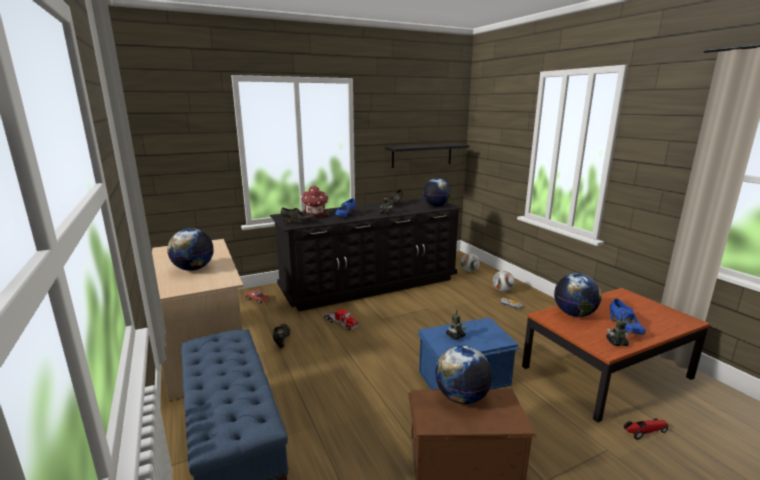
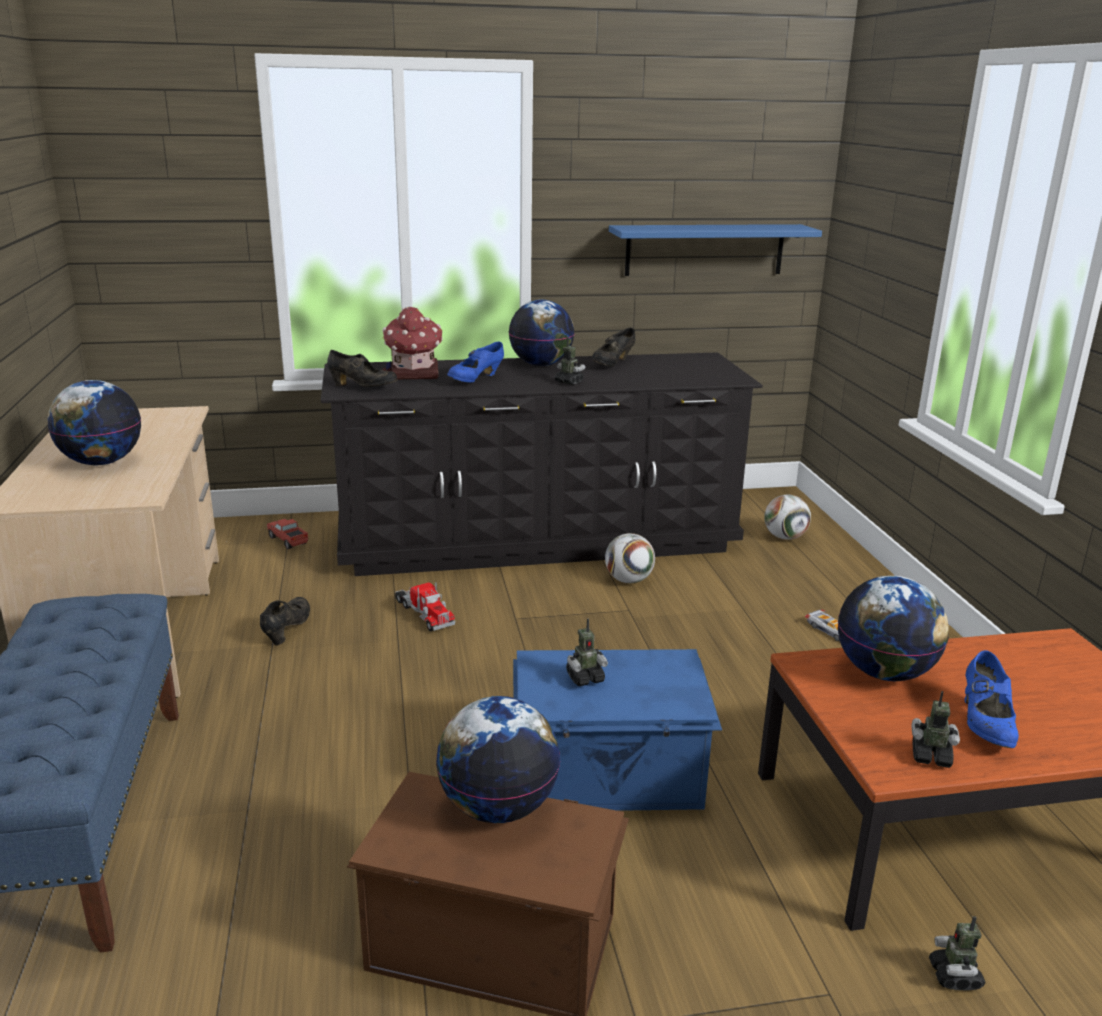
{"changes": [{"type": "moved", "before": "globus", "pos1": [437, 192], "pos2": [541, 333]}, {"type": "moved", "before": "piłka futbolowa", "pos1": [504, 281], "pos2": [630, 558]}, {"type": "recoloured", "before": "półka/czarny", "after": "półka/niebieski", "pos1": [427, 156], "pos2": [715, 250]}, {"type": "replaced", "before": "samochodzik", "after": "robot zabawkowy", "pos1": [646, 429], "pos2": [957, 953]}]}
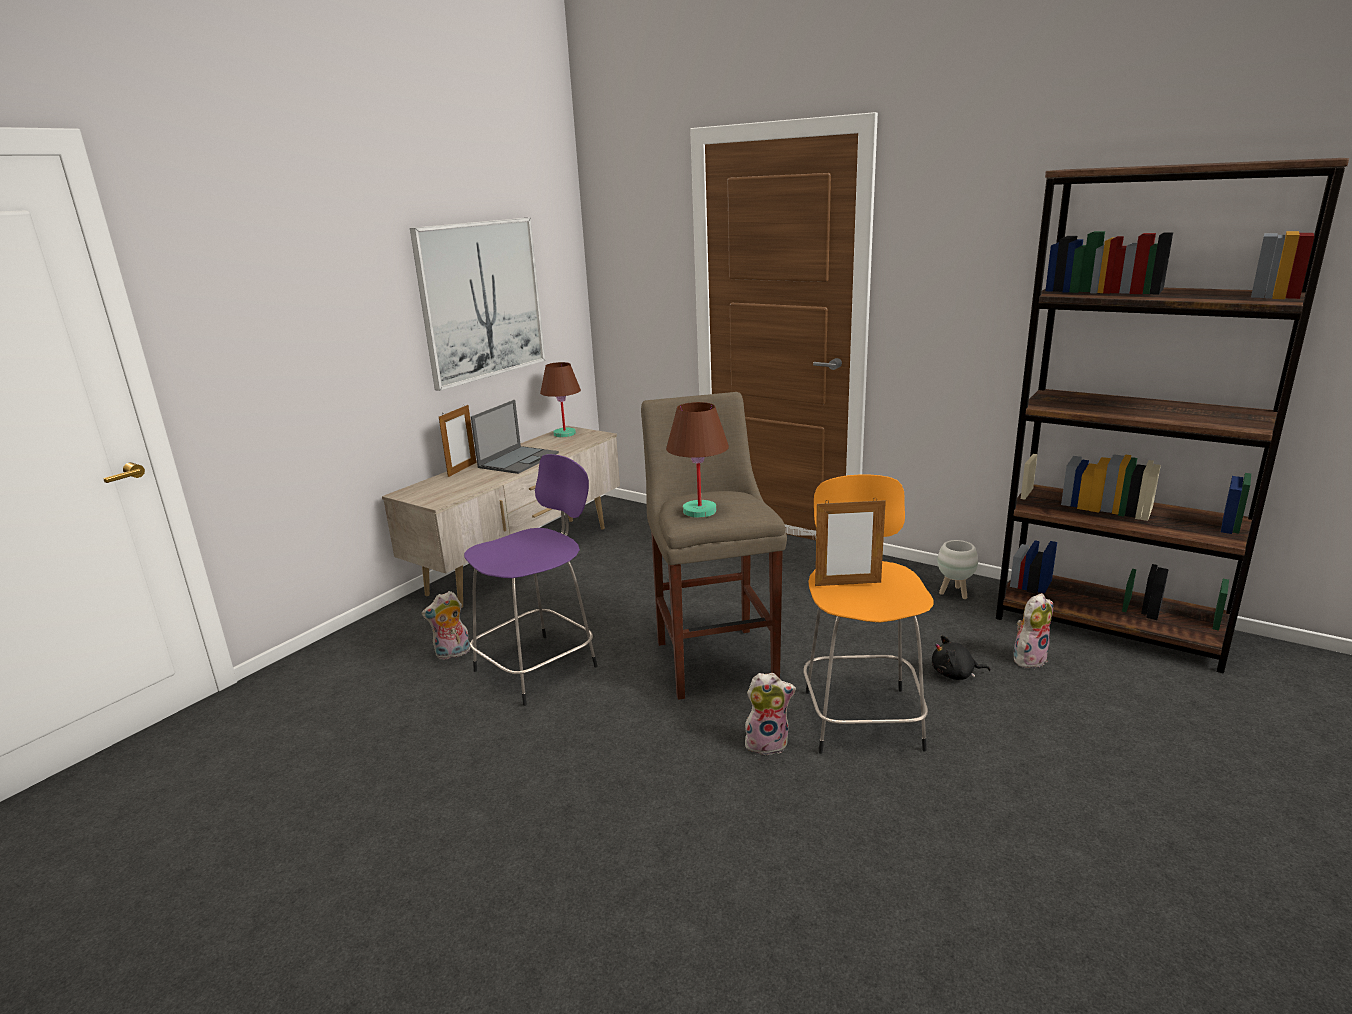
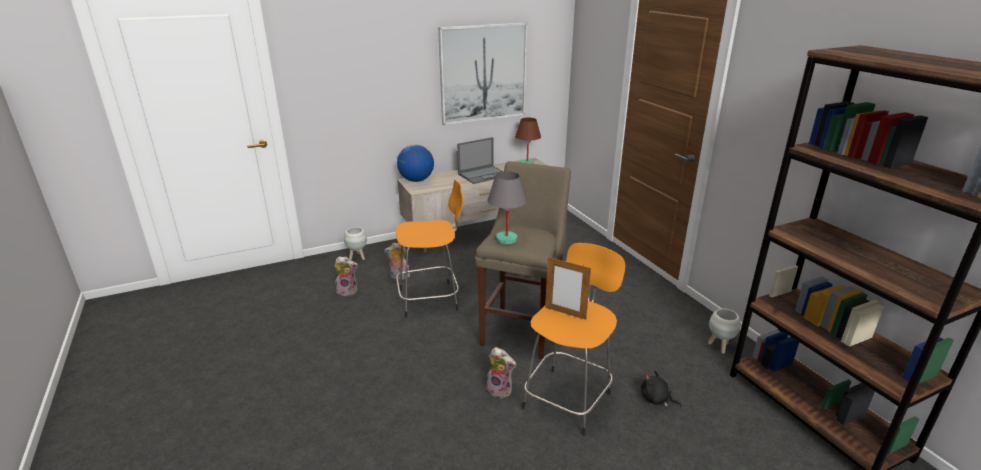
{"changes": [{"type": "moved", "before": "pluszak", "pos1": [1033, 630], "pos2": [346, 276]}, {"type": "added", "after": "donica/biały", "pos2": [355, 243]}, {"type": "recoloured", "before": "stołek/fioletowy", "after": "stołek/pomarańczowy", "pos1": [531, 580], "pos2": [429, 249]}, {"type": "added", "after": "globus", "pos2": [415, 163]}, {"type": "recoloured", "before": "lampa stołowa/brązowy", "after": "lampa stołowa/szary", "pos1": [697, 460], "pos2": [507, 207]}, {"type": "removed", "before": "ramka na zdjęcie", "pos1": [457, 440]}]}
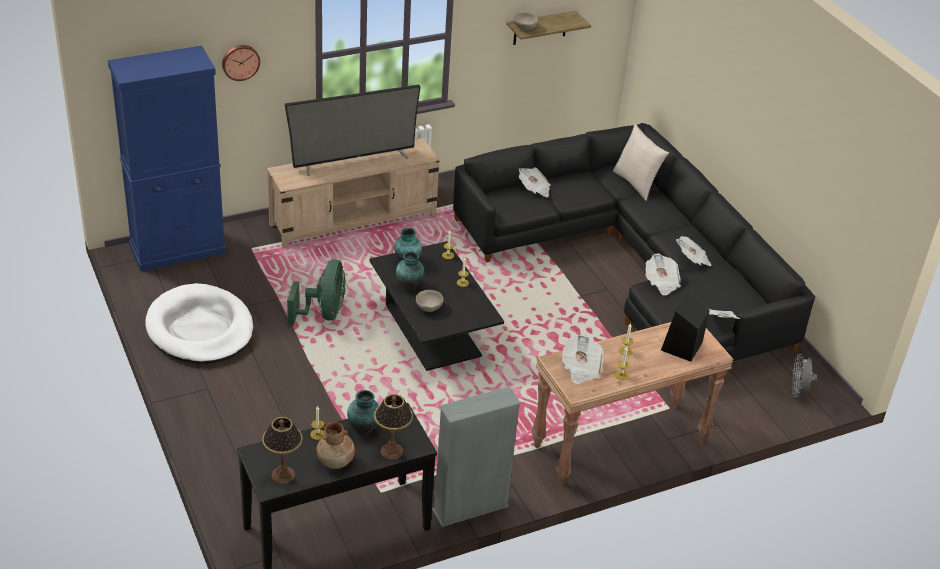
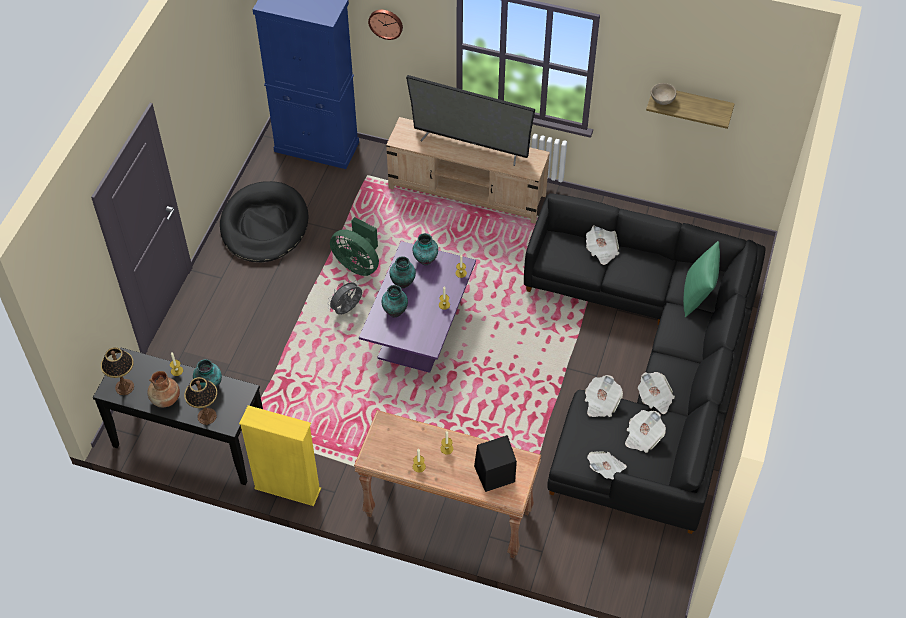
{"changes": [{"type": "recoloured", "before": "legowisko/biały", "after": "legowisko/czarny", "pos1": [199, 323], "pos2": [264, 221]}, {"type": "recoloured", "before": "regał/szary", "after": "regał/żółty", "pos1": [476, 457], "pos2": [280, 455]}, {"type": "moved", "before": "wentylator/szary", "pos1": [804, 375], "pos2": [344, 297]}, {"type": "turned", "before": "wentylator/zielony", "pos1": [316, 293], "pos2": [354, 246], "turn": 75}, {"type": "recoloured", "before": "ława/czarny", "after": "ława/fioletowy", "pos1": [437, 306], "pos2": [417, 307]}, {"type": "replaced", "before": "miska/beżowy", "after": "wazon", "pos1": [430, 301], "pos2": [395, 301]}, {"type": "moved", "before": "gazeta", "pos1": [582, 359], "pos2": [645, 431]}, {"type": "recoloured", "before": "poduszka/beżowy", "after": "poduszka/zielony", "pos1": [641, 162], "pos2": [701, 279]}]}
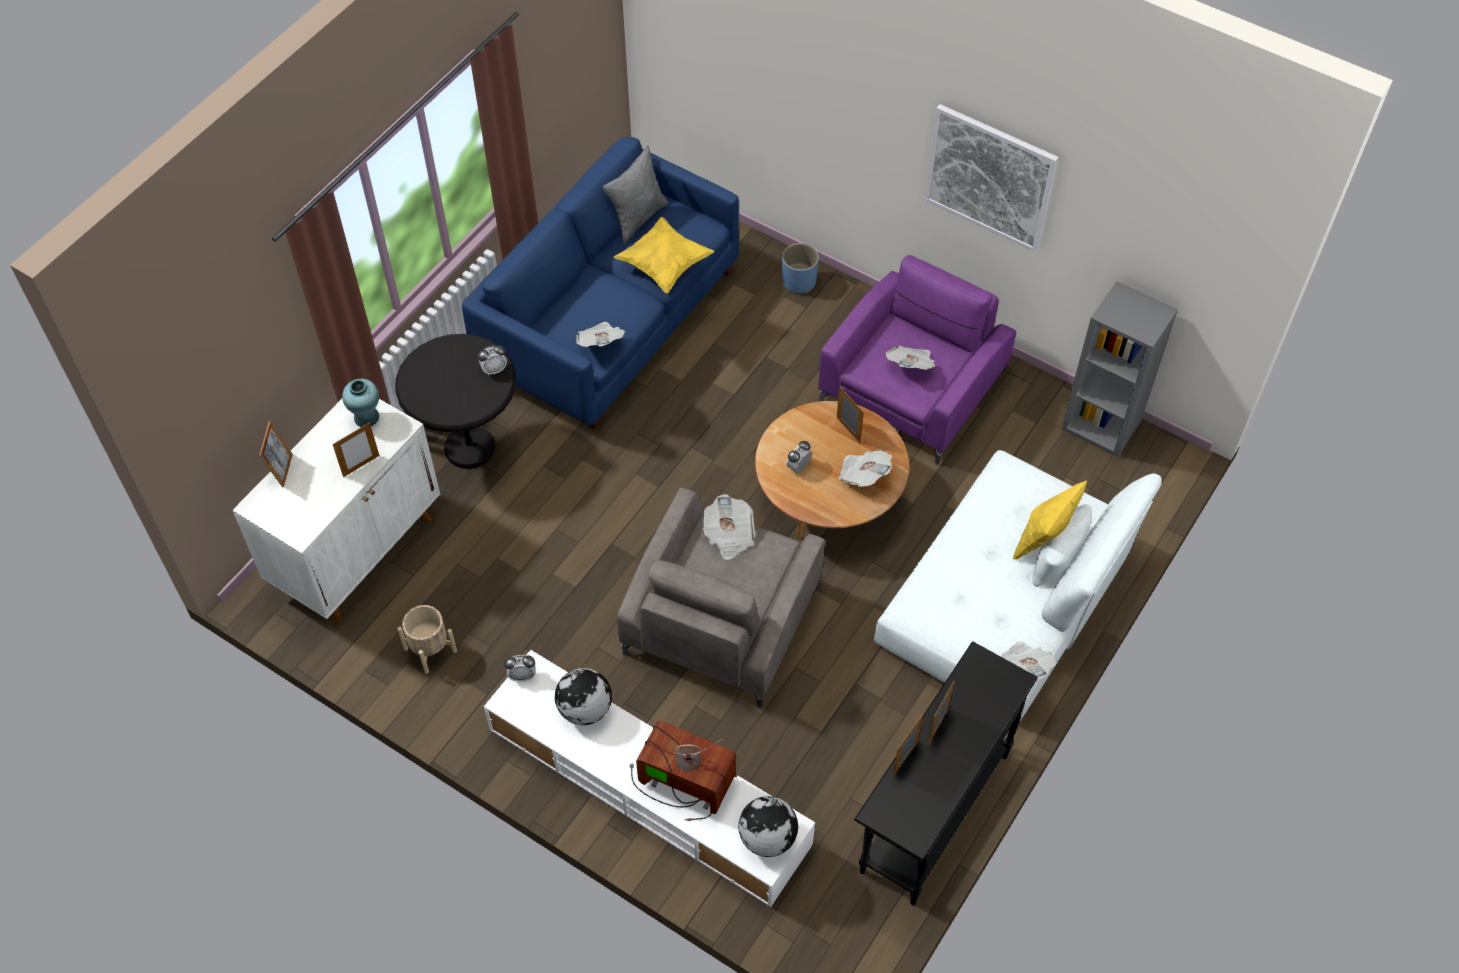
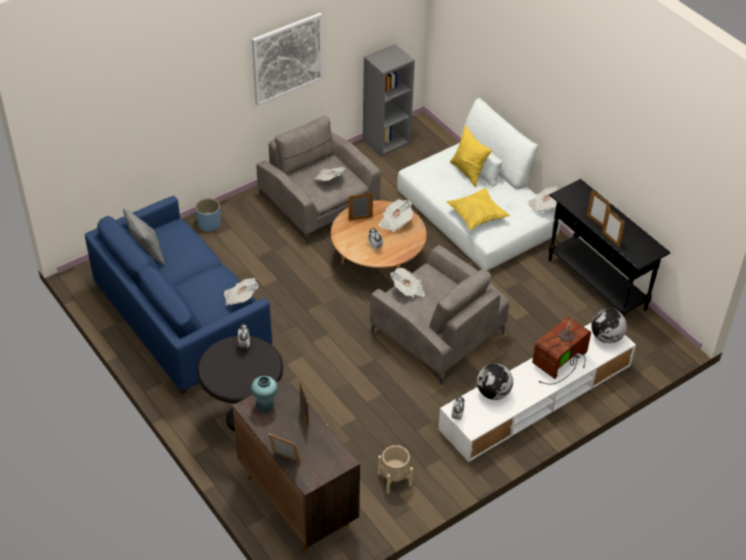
{"changes": [{"type": "recoloured", "before": "szafka/biały", "after": "szafka/brązowy", "pos1": [336, 510], "pos2": [296, 465]}, {"type": "recoloured", "before": "fotel/fioletowy", "after": "fotel/szary", "pos1": [917, 360], "pos2": [318, 180]}, {"type": "moved", "before": "poduszka/żółty", "pos1": [664, 255], "pos2": [478, 209]}]}
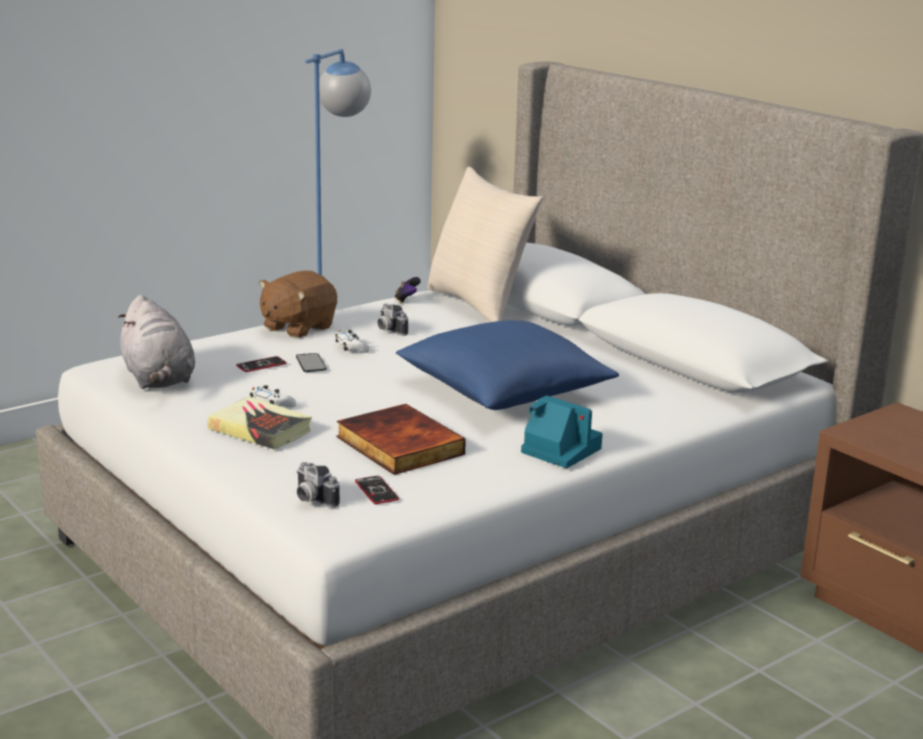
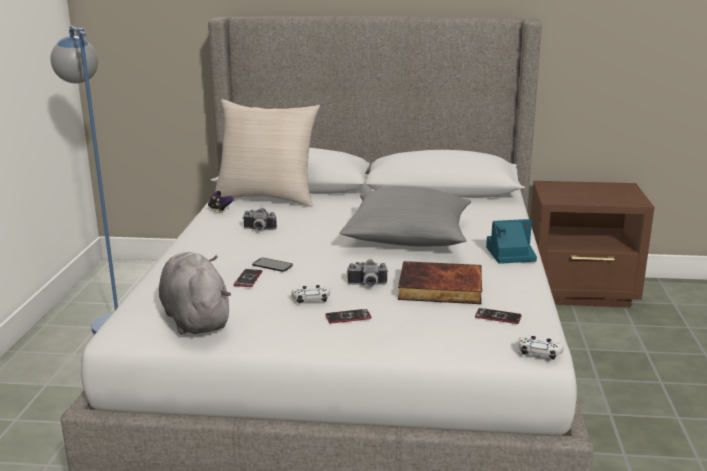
{"changes": [{"type": "turned", "before": "pluszak/szary", "pos1": [156, 342], "pos2": [195, 293], "turn": -135}, {"type": "replaced", "before": "książka", "after": "telefon", "pos1": [260, 423], "pos2": [348, 316]}, {"type": "recoloured", "before": "poduszka/niebieski", "after": "poduszka/szary", "pos1": [507, 365], "pos2": [405, 216]}, {"type": "moved", "before": "aparat fotograficzny", "pos1": [318, 485], "pos2": [367, 272]}, {"type": "moved", "before": "pad do gier/biały", "pos1": [352, 341], "pos2": [541, 348]}, {"type": "removed", "before": "pluszak/brązowy", "pos1": [298, 304]}]}
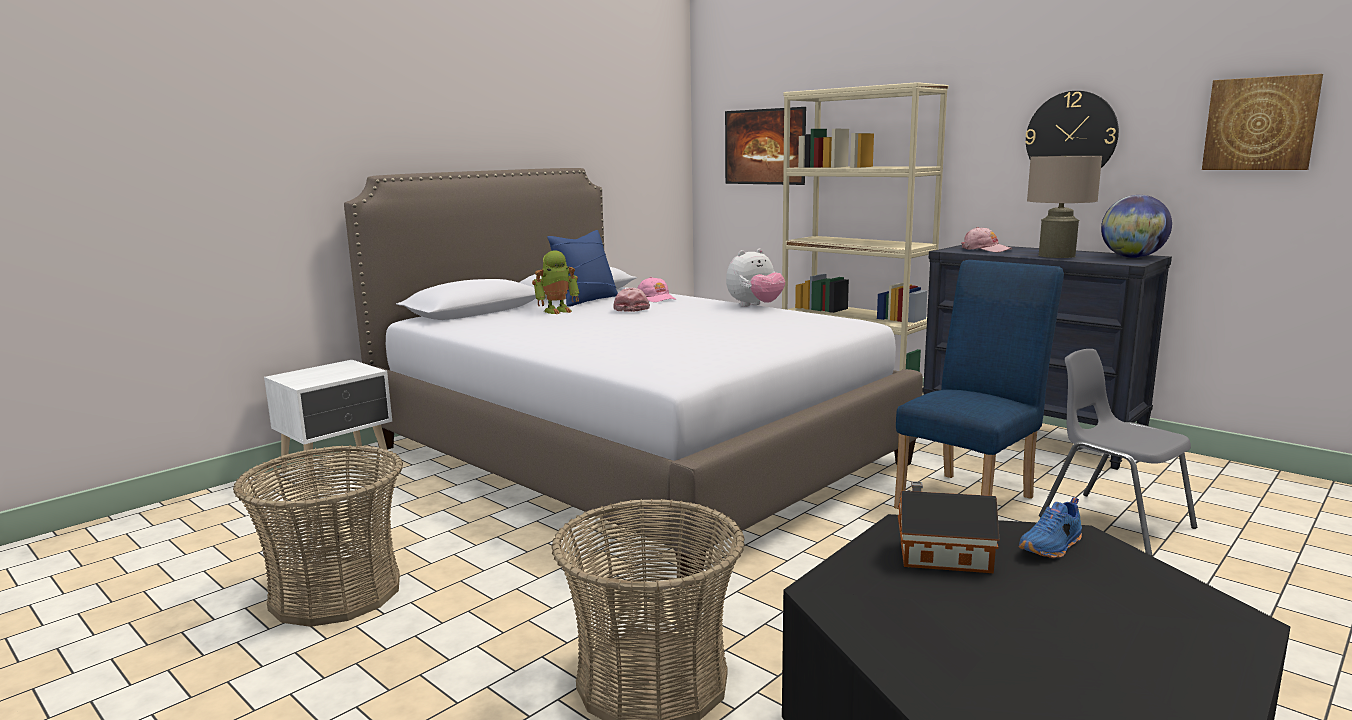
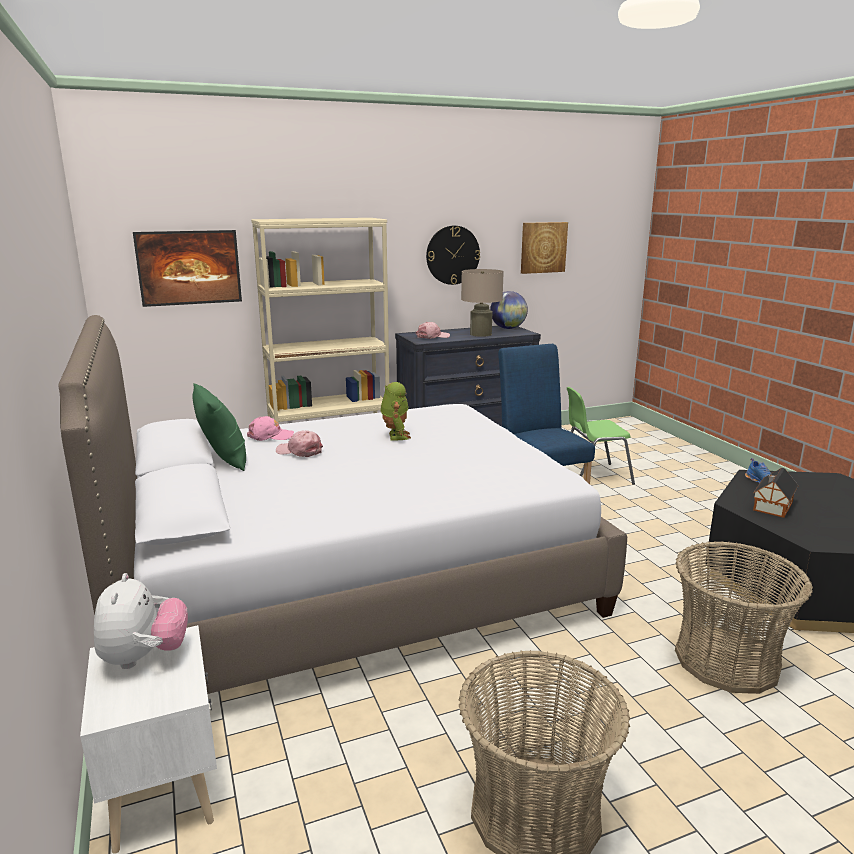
{"changes": [{"type": "moved", "before": "pluszak", "pos1": [755, 278], "pos2": [141, 621]}, {"type": "recoloured", "before": "poduszka/niebieski", "after": "poduszka/zielony", "pos1": [582, 268], "pos2": [219, 427]}, {"type": "moved", "before": "robot zabawkowy", "pos1": [555, 282], "pos2": [395, 411]}, {"type": "recoloured", "before": "krzesło/szary", "after": "krzesło/zielony", "pos1": [1118, 452], "pos2": [601, 435]}]}
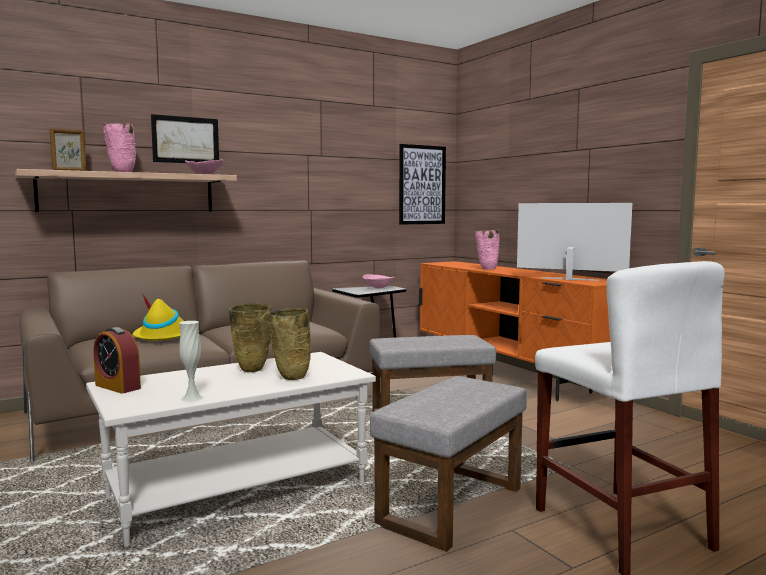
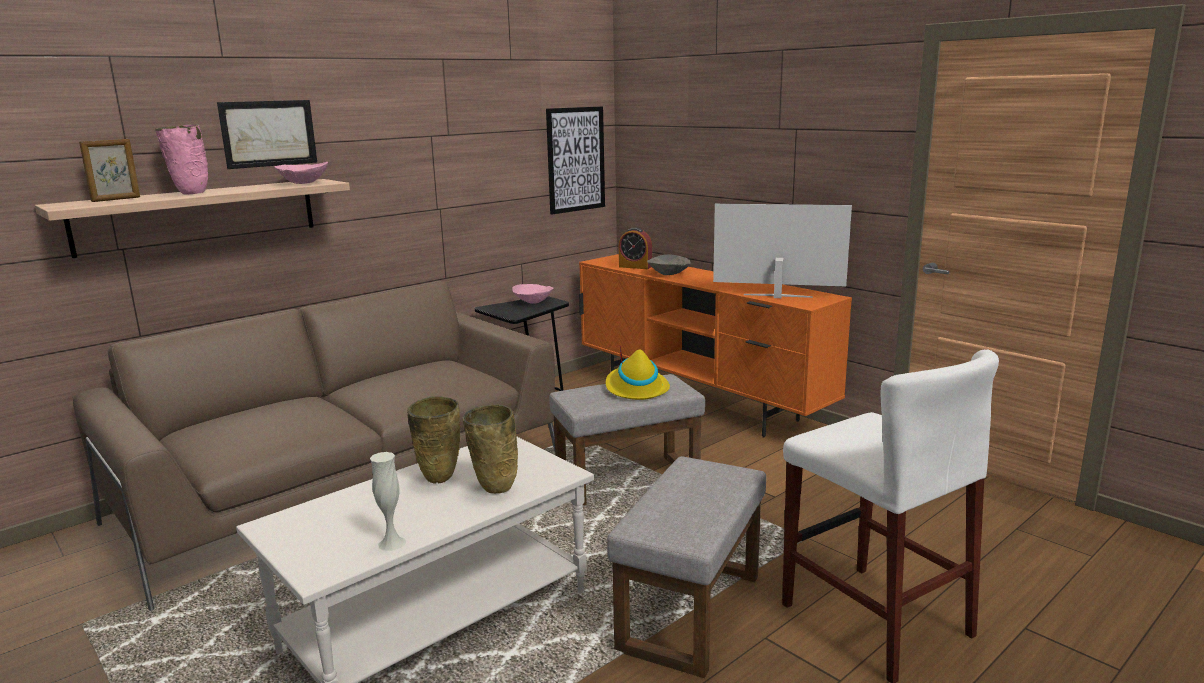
{"changes": [{"type": "moved", "before": "kapelusz/żółty", "pos1": [158, 318], "pos2": [638, 373]}, {"type": "moved", "before": "budzik", "pos1": [117, 360], "pos2": [635, 248]}, {"type": "replaced", "before": "wazon/różowy", "after": "miska/szary", "pos1": [487, 249], "pos2": [669, 264]}]}
